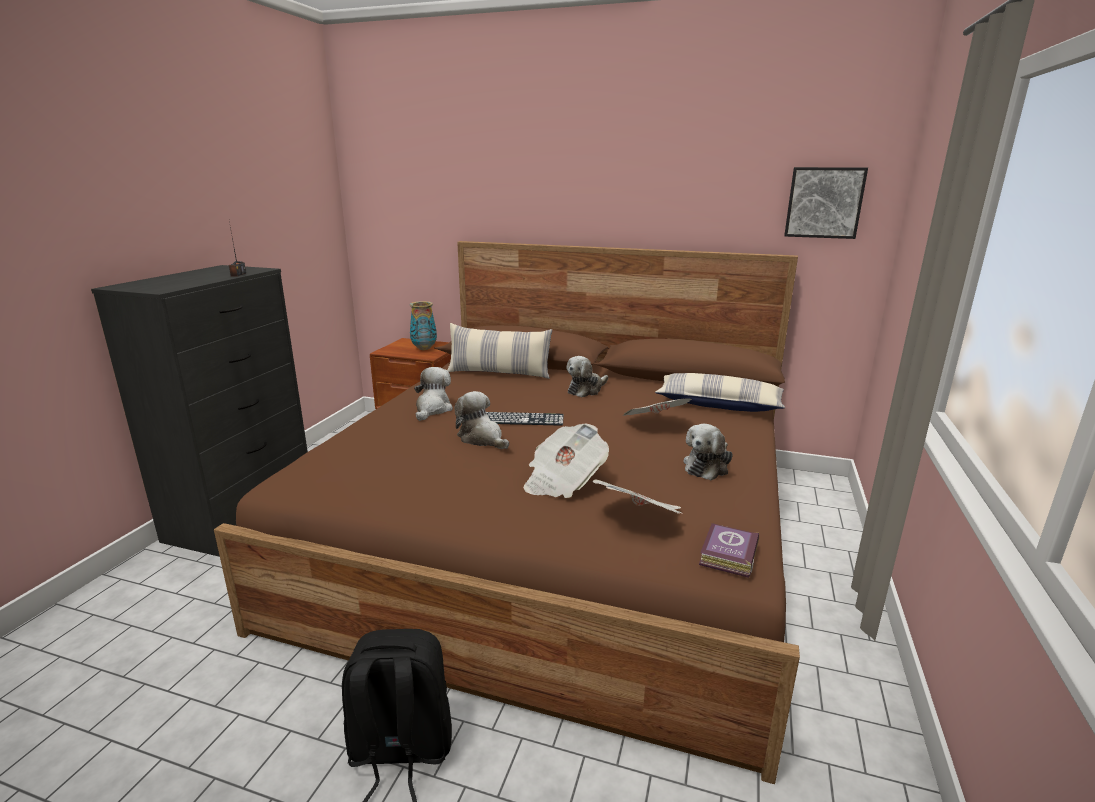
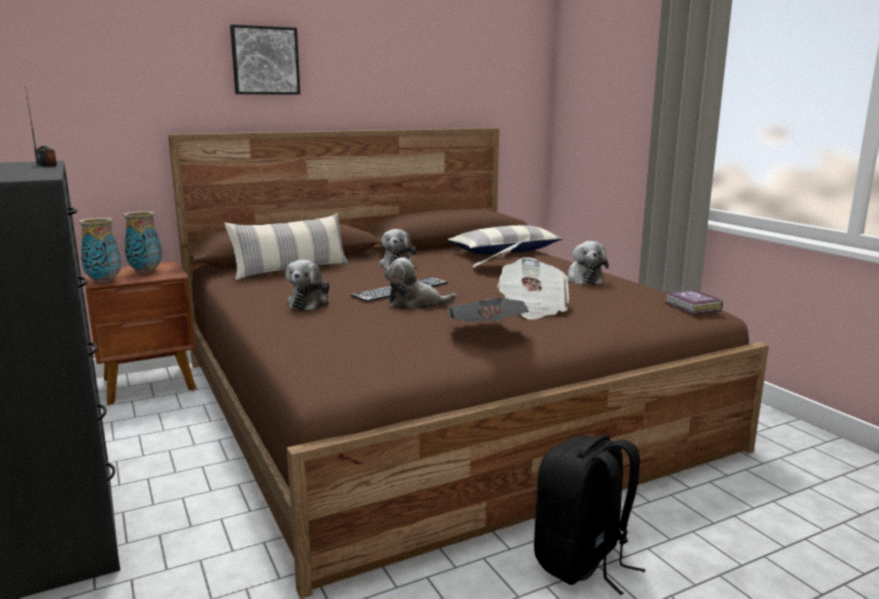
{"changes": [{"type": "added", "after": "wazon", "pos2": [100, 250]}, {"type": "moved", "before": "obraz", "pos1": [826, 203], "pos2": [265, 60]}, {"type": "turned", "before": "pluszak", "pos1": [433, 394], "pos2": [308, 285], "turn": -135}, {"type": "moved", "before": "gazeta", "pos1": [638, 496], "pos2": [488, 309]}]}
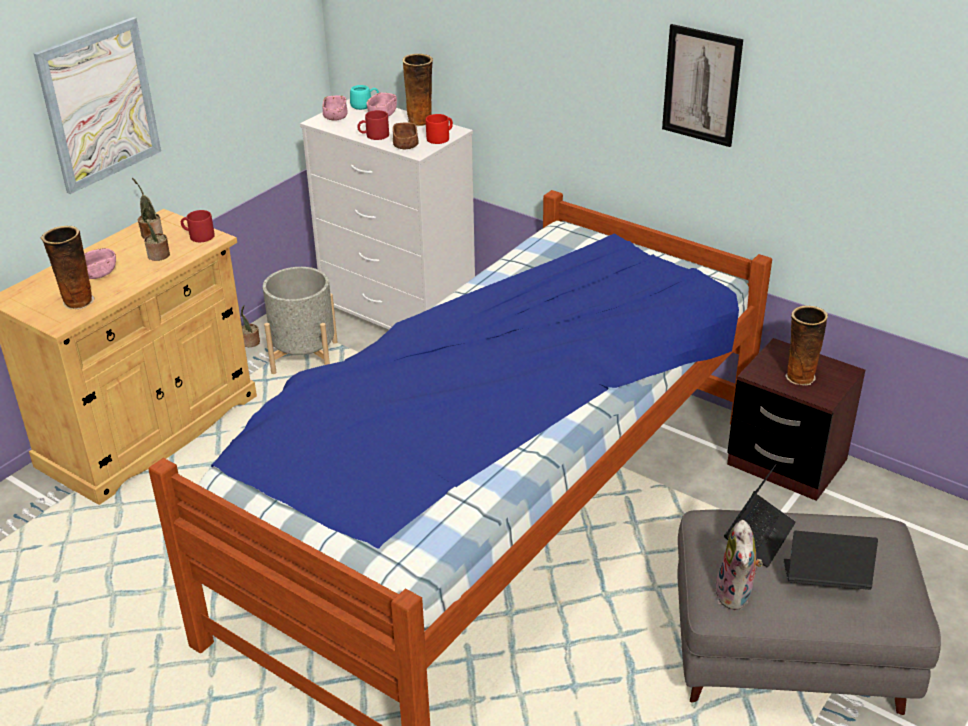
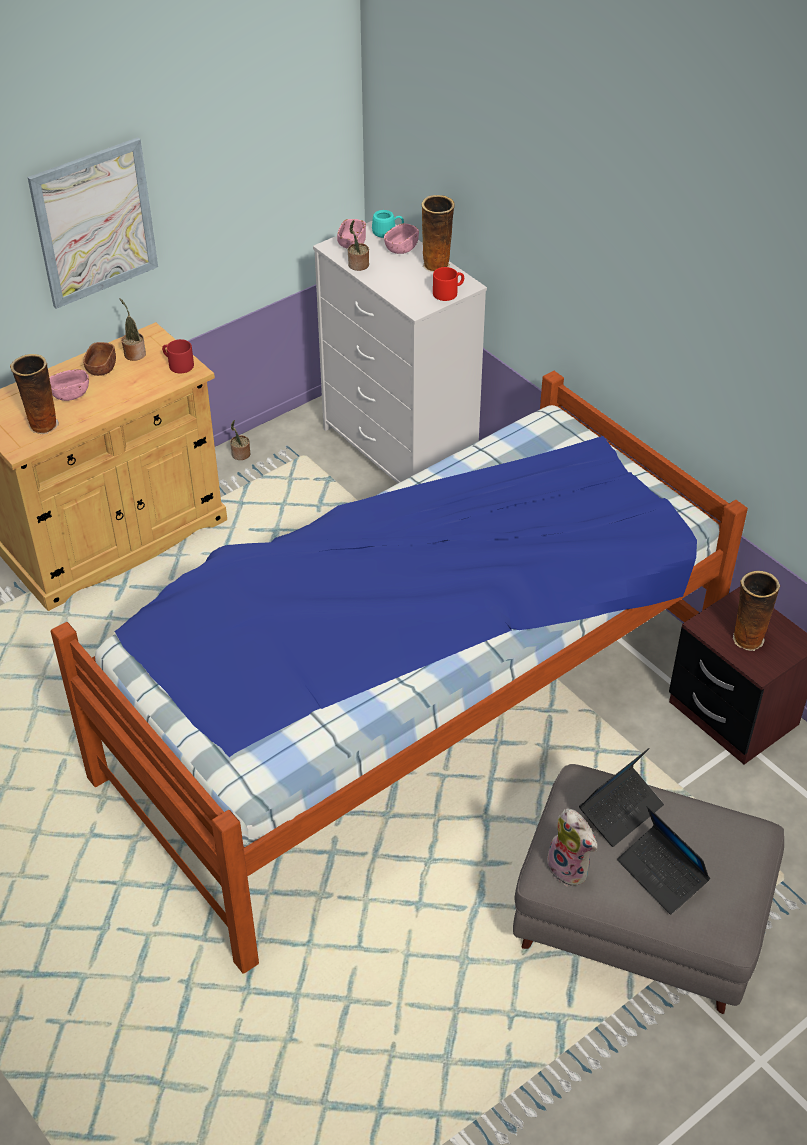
{"changes": [{"type": "moved", "before": "miska/brązowy", "pos1": [406, 135], "pos2": [99, 359]}, {"type": "moved", "before": "roślina doniczkowa", "pos1": [156, 234], "pos2": [358, 245]}, {"type": "turned", "before": "pluszak", "pos1": [739, 565], "pos2": [572, 847], "turn": -60}, {"type": "turned", "before": "laptop", "pos1": [830, 560], "pos2": [663, 860], "turn": -150}, {"type": "removed", "before": "donica/szary", "pos1": [300, 320]}, {"type": "removed", "before": "kubek/czerwony", "pos1": [373, 125]}, {"type": "removed", "before": "obraz", "pos1": [702, 85]}]}
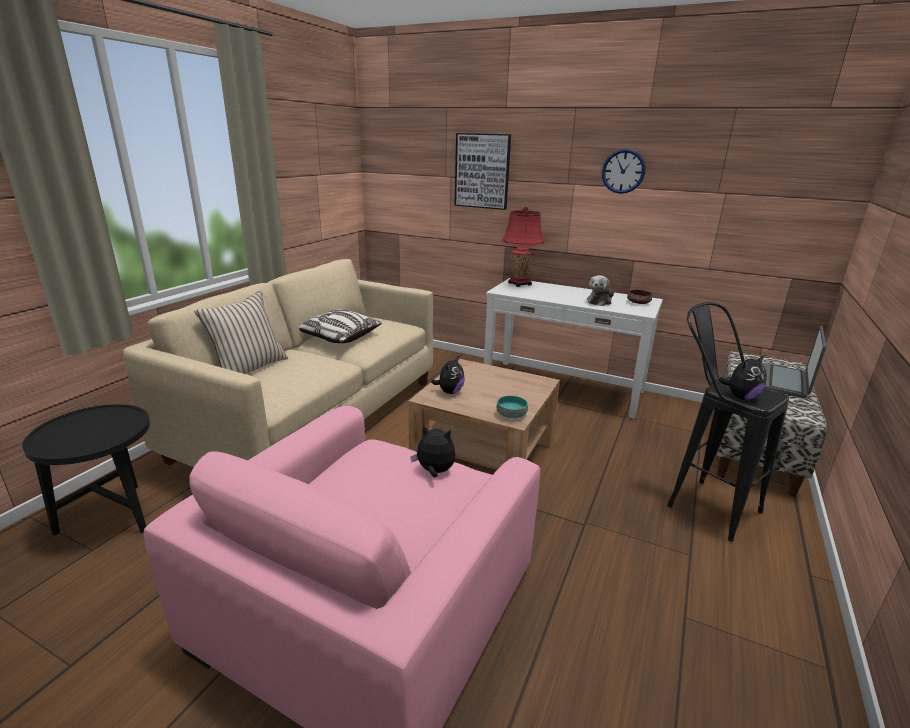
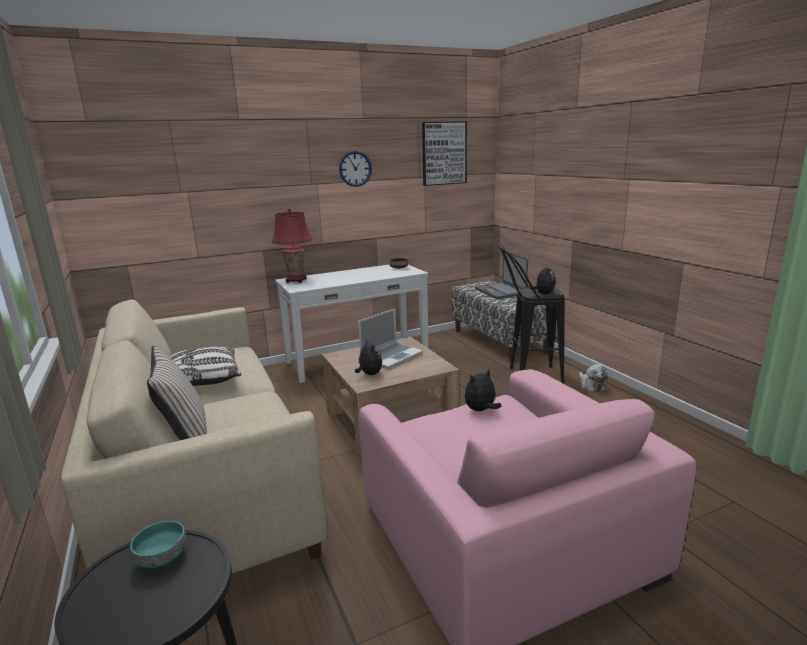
{"changes": [{"type": "moved", "before": "miska/turkusowy", "pos1": [512, 406], "pos2": [158, 544]}, {"type": "added", "after": "laptop", "pos2": [390, 338]}, {"type": "moved", "before": "obraz", "pos1": [482, 171], "pos2": [444, 153]}, {"type": "moved", "before": "pluszak", "pos1": [600, 290], "pos2": [593, 378]}]}
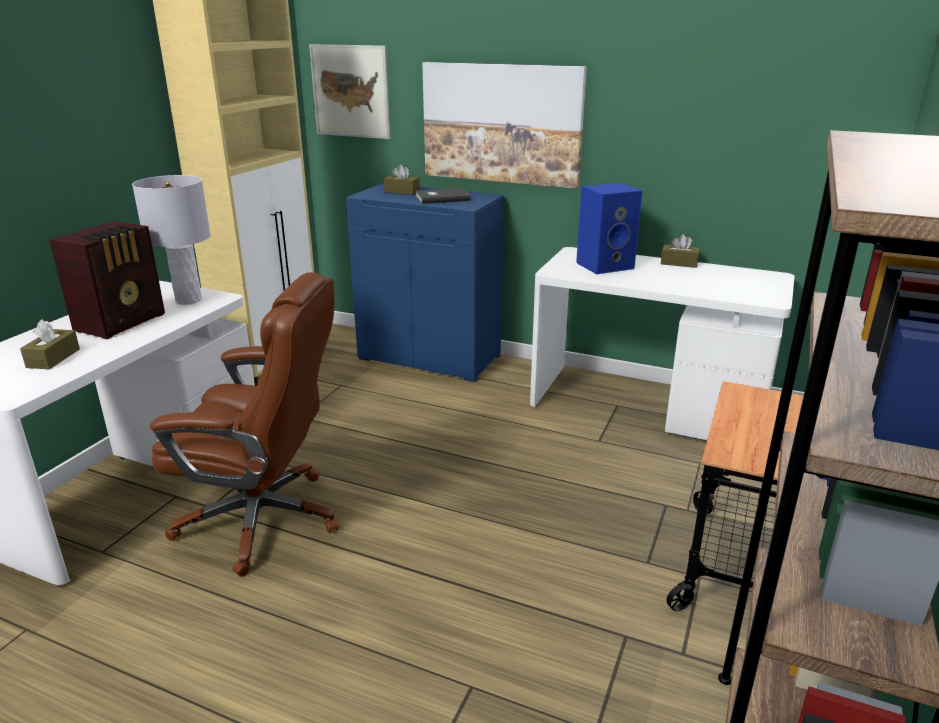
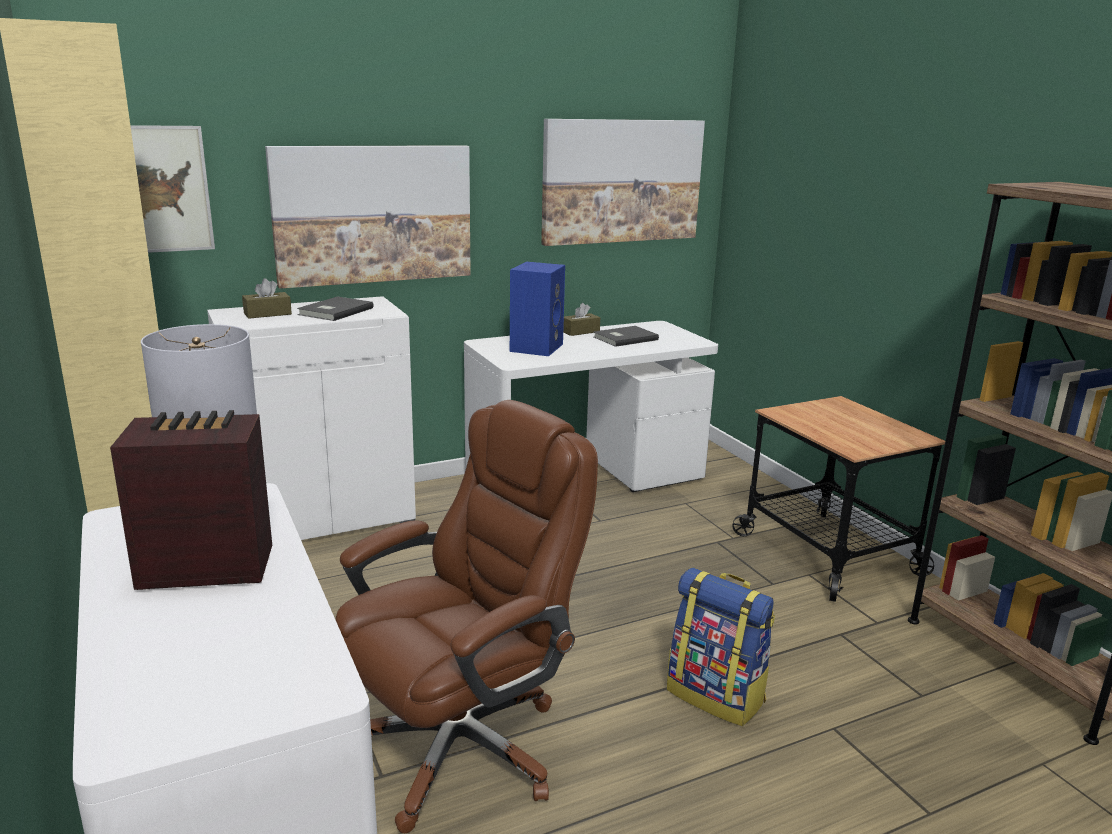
{"changes": [{"type": "turned", "before": "radio", "pos1": [107, 280], "pos2": [191, 500], "turn": -75}, {"type": "recoloured", "before": "szafka/niebieski", "after": "szafka/biały", "pos1": [425, 282], "pos2": [311, 418]}, {"type": "added", "after": "obraz", "pos2": [623, 182]}, {"type": "added", "after": "książka/szary", "pos2": [626, 336]}, {"type": "added", "after": "plecak", "pos2": [721, 647]}, {"type": "removed", "before": "pudełko chusteczek/brązowy", "pos1": [50, 344]}]}
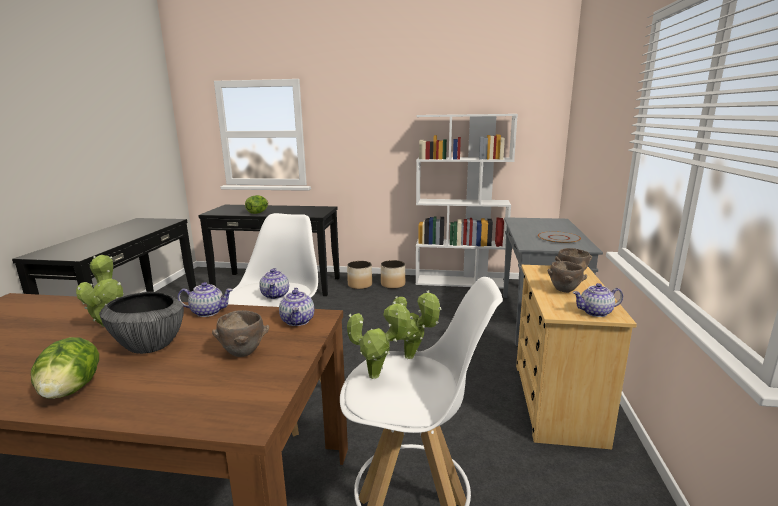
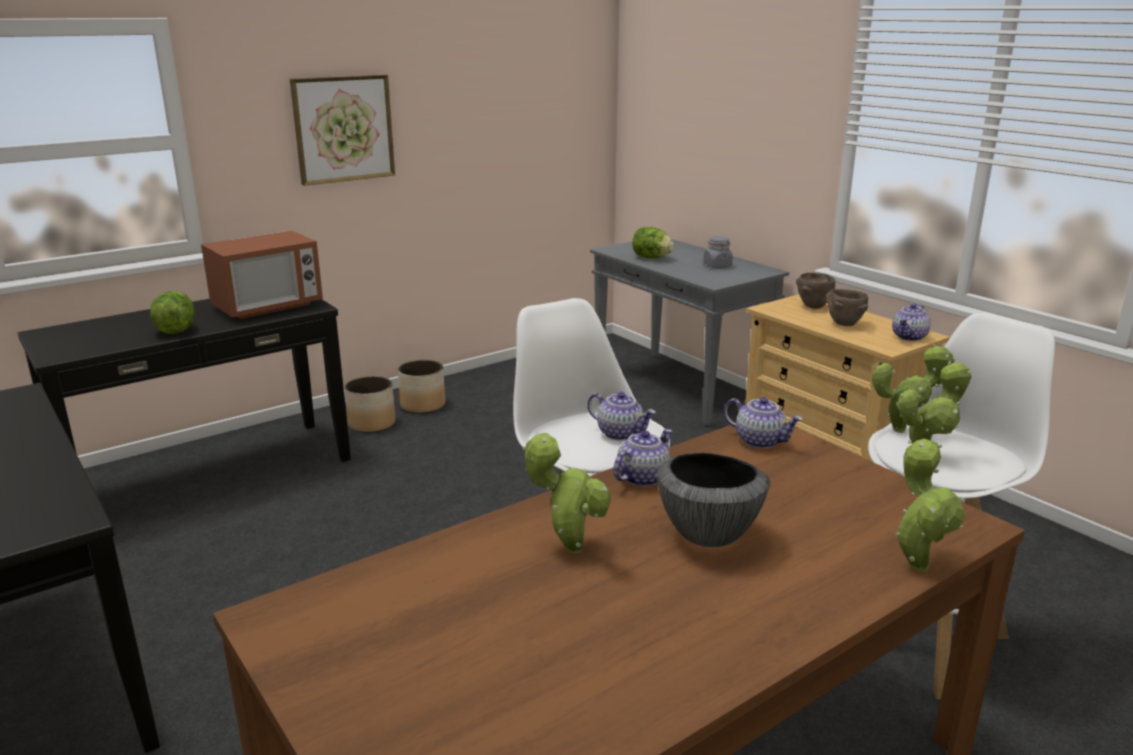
{"changes": [{"type": "added", "after": "mikrofalówka", "pos2": [262, 274]}, {"type": "added", "after": "obraz", "pos2": [342, 130]}, {"type": "moved", "before": "sałata", "pos1": [65, 368], "pos2": [653, 242]}, {"type": "replaced", "before": "talerz/szary", "after": "słoik/szary", "pos1": [559, 237], "pos2": [718, 252]}, {"type": "added", "after": "roślina doniczkowa", "pos2": [929, 505]}, {"type": "removed", "before": "miska/brązowy", "pos1": [240, 333]}, {"type": "removed", "before": "regał/biały", "pos1": [467, 201]}]}
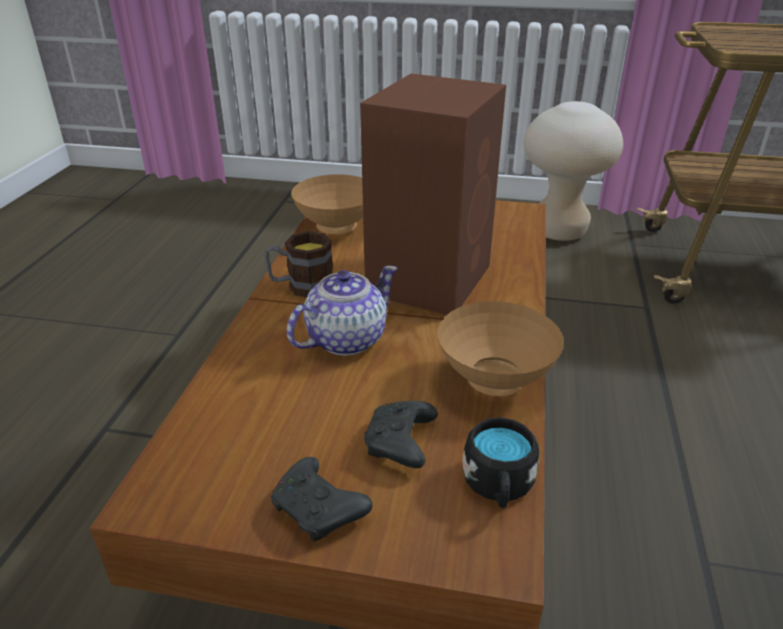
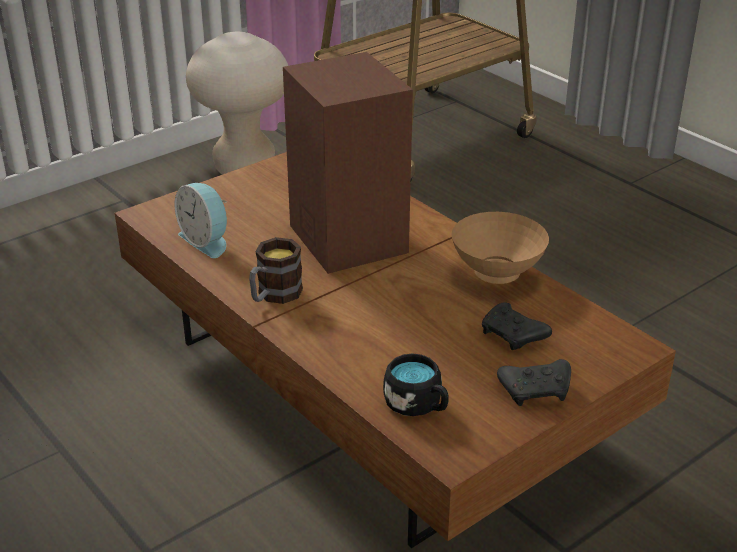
{"changes": [{"type": "replaced", "before": "miska/brązowy", "after": "budzik", "pos1": [327, 204], "pos2": [201, 220]}, {"type": "moved", "before": "kubek/czarny", "pos1": [500, 462], "pos2": [416, 384]}, {"type": "removed", "before": "imbryk", "pos1": [342, 310]}]}
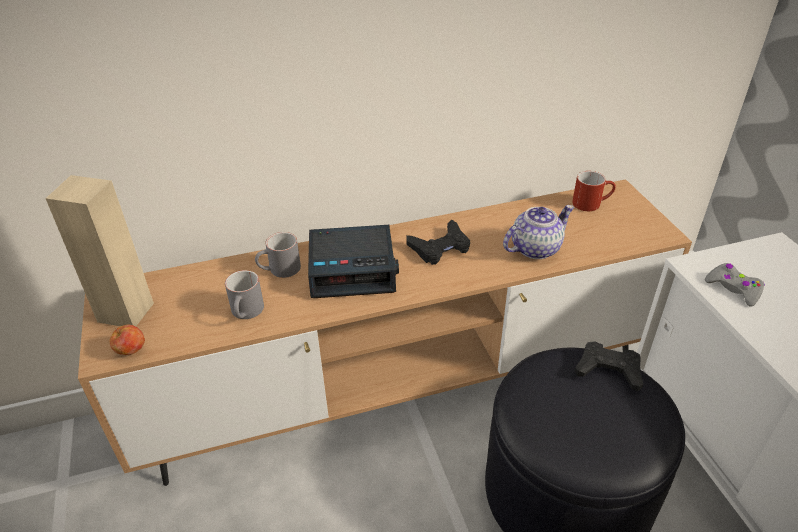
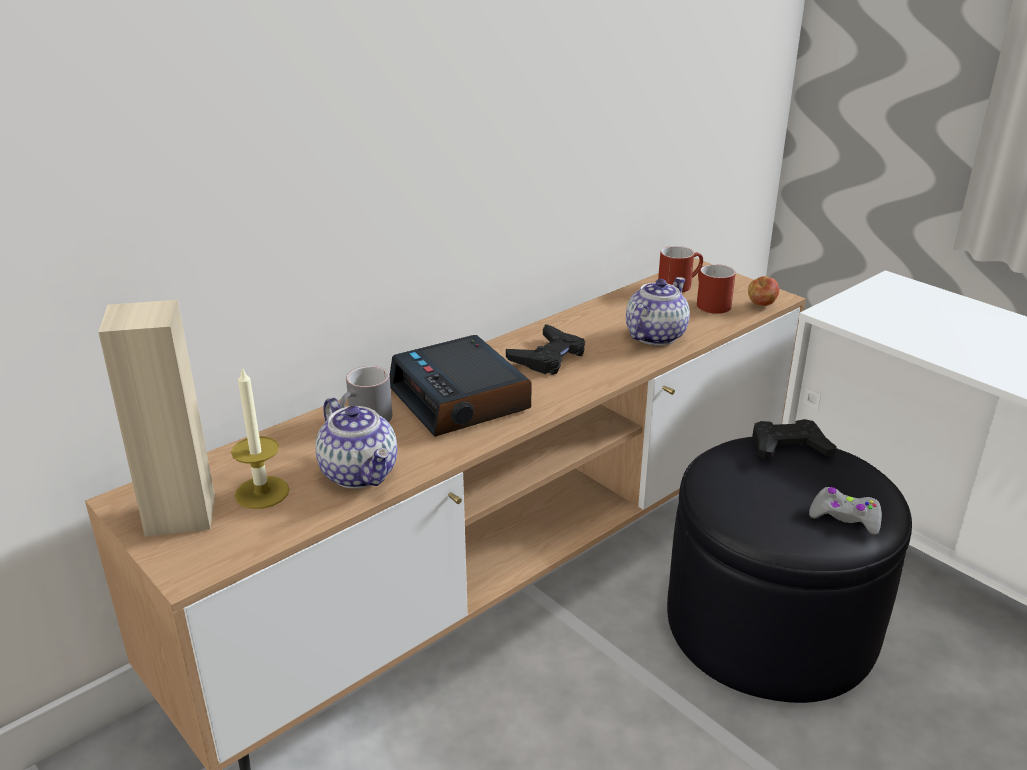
{"changes": [{"type": "added", "after": "świeca", "pos2": [260, 437]}, {"type": "replaced", "before": "kubek/szary", "after": "imbryk", "pos1": [244, 294], "pos2": [356, 443]}, {"type": "turned", "before": "budzik", "pos1": [353, 261], "pos2": [461, 386], "turn": 90}, {"type": "added", "after": "kubek/czerwony", "pos2": [716, 289]}, {"type": "moved", "before": "jabłko", "pos1": [127, 339], "pos2": [763, 291]}, {"type": "moved", "before": "pad do gier/szary", "pos1": [735, 285], "pos2": [845, 511]}]}
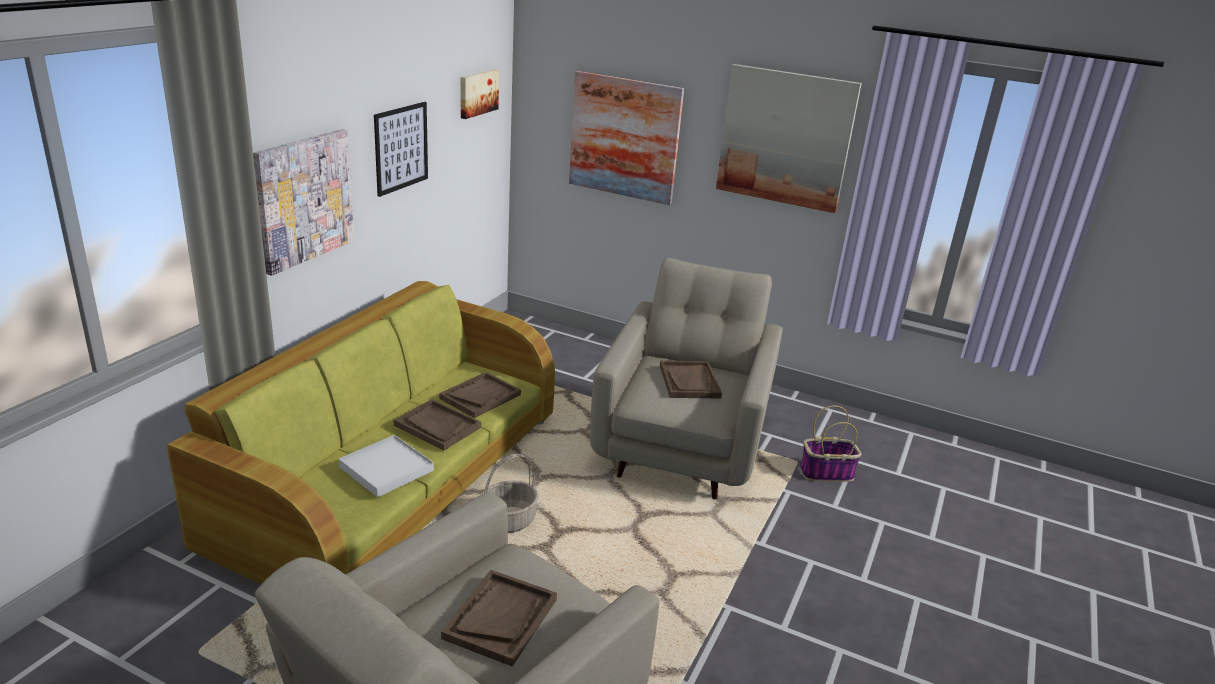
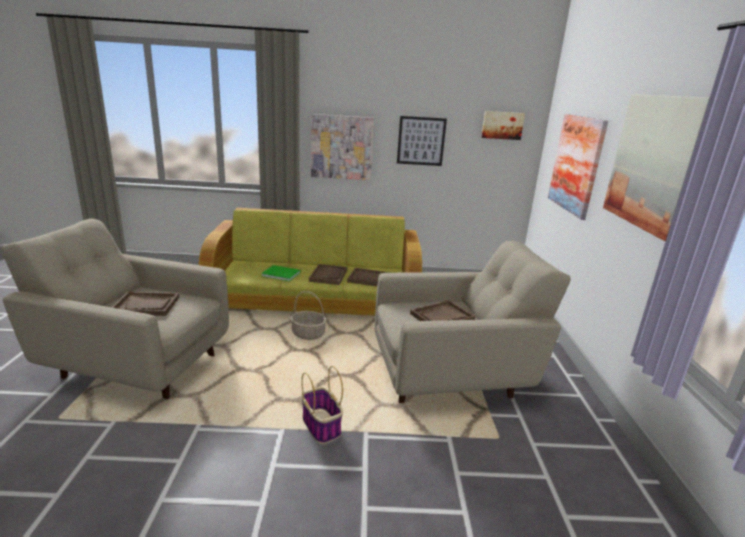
{"changes": [{"type": "replaced", "before": "taca/biały", "after": "książka/zielony", "pos1": [386, 466], "pos2": [281, 273]}, {"type": "moved", "before": "koszyk", "pos1": [831, 444], "pos2": [322, 405]}]}
